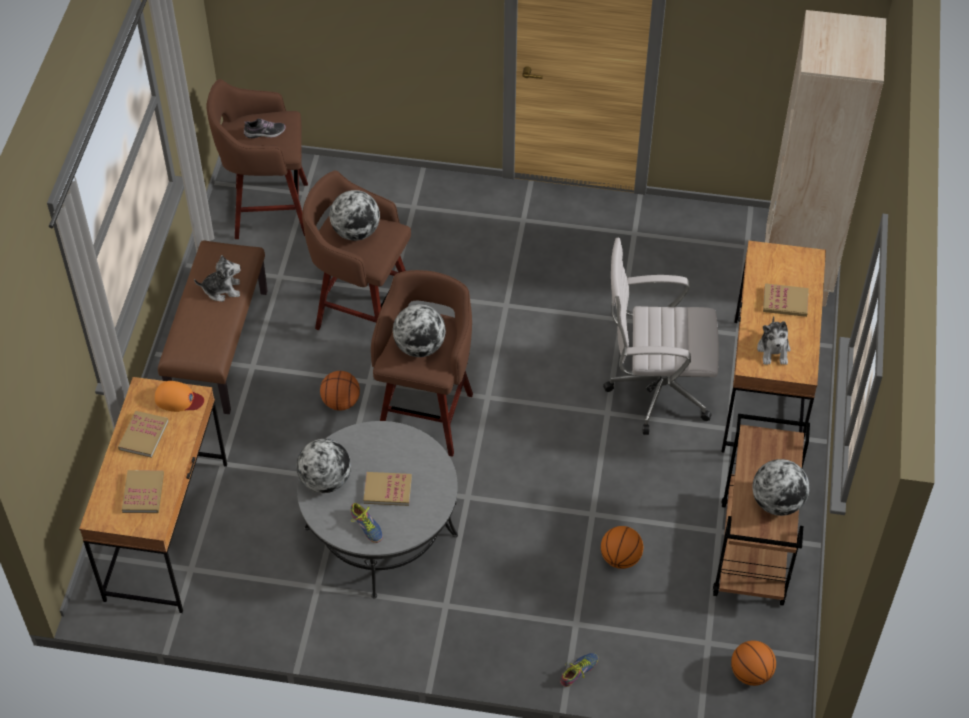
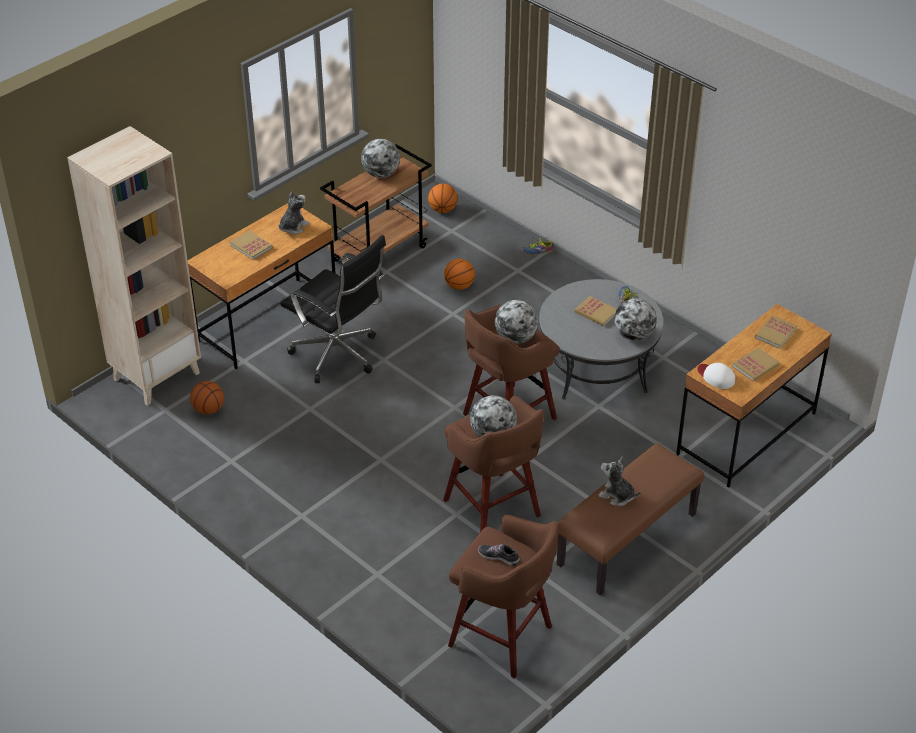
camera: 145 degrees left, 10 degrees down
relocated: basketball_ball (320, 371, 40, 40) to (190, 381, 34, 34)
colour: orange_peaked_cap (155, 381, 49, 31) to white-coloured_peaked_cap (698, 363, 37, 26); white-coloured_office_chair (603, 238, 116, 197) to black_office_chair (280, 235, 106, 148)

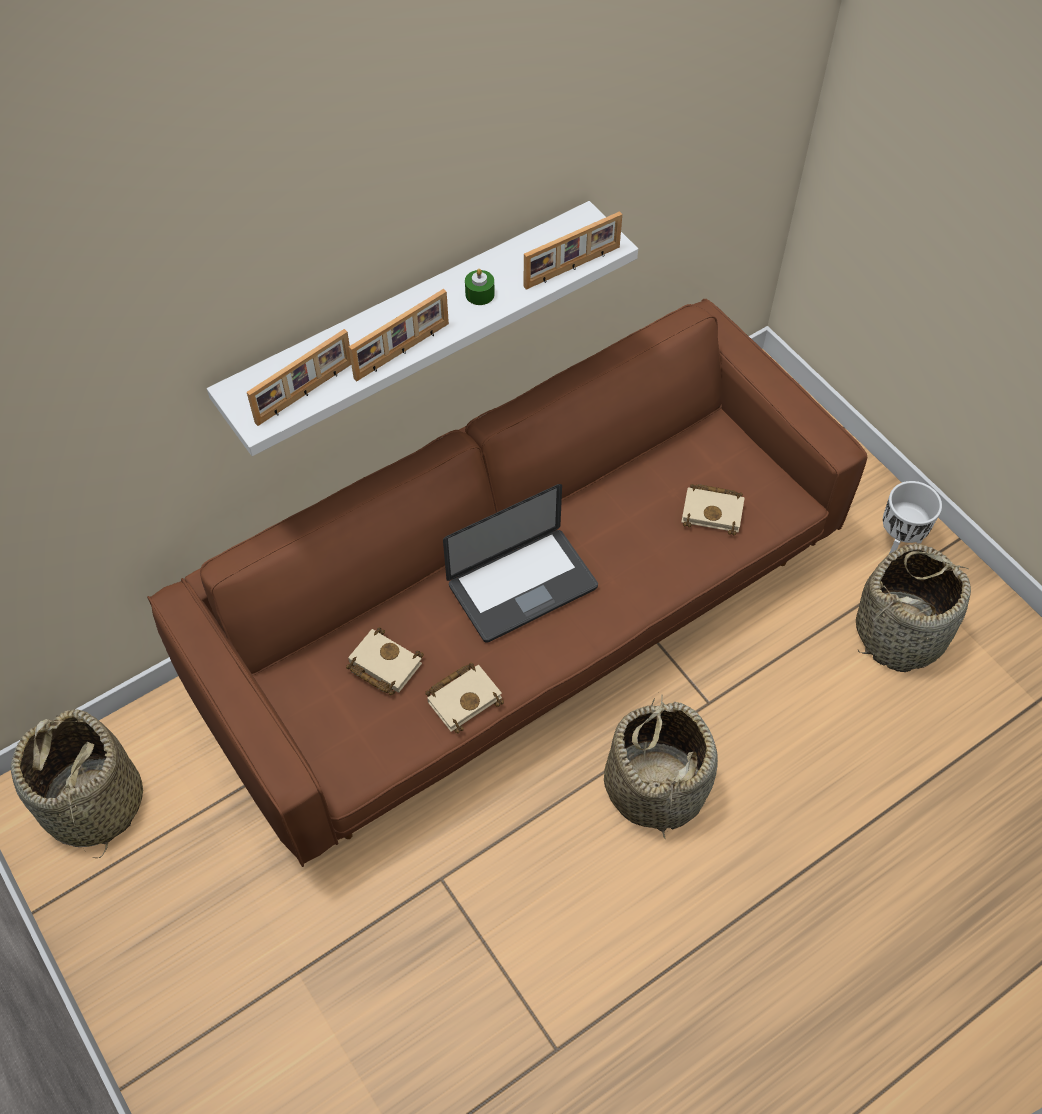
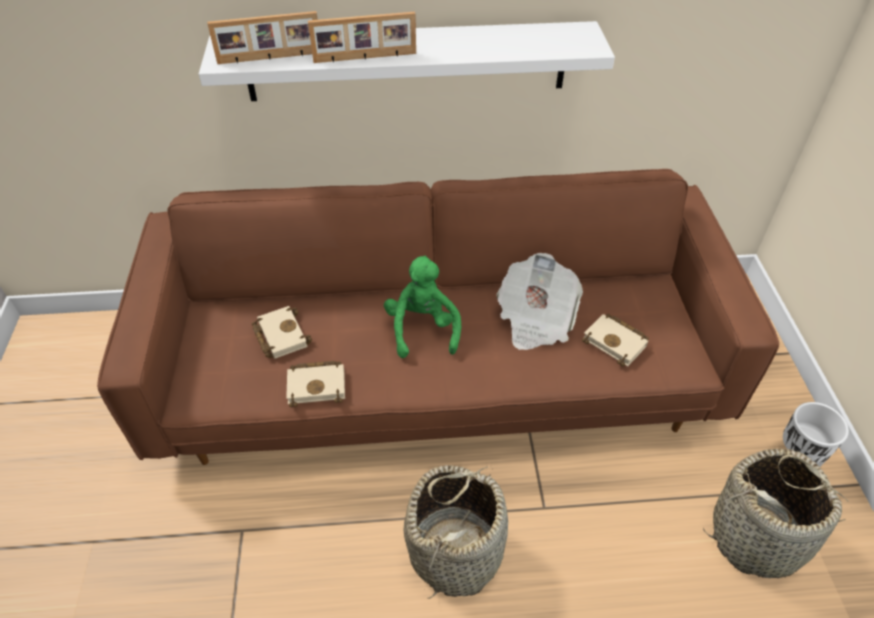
camera: 30 degrees right, 10 degrees down
missing: storage_basket (11, 709, 132, 149); green_candle (465, 269, 30, 36); standing_frame (524, 211, 98, 79)
appeared: printed_paper (497, 253, 86, 97)
exchanged: portable_computer (443, 484, 155, 158) to green_soft_toy (384, 255, 77, 103)

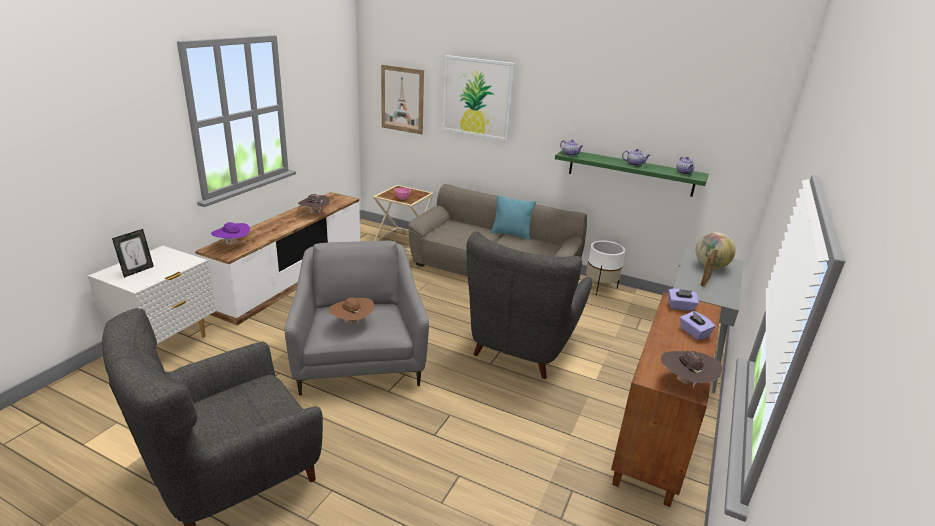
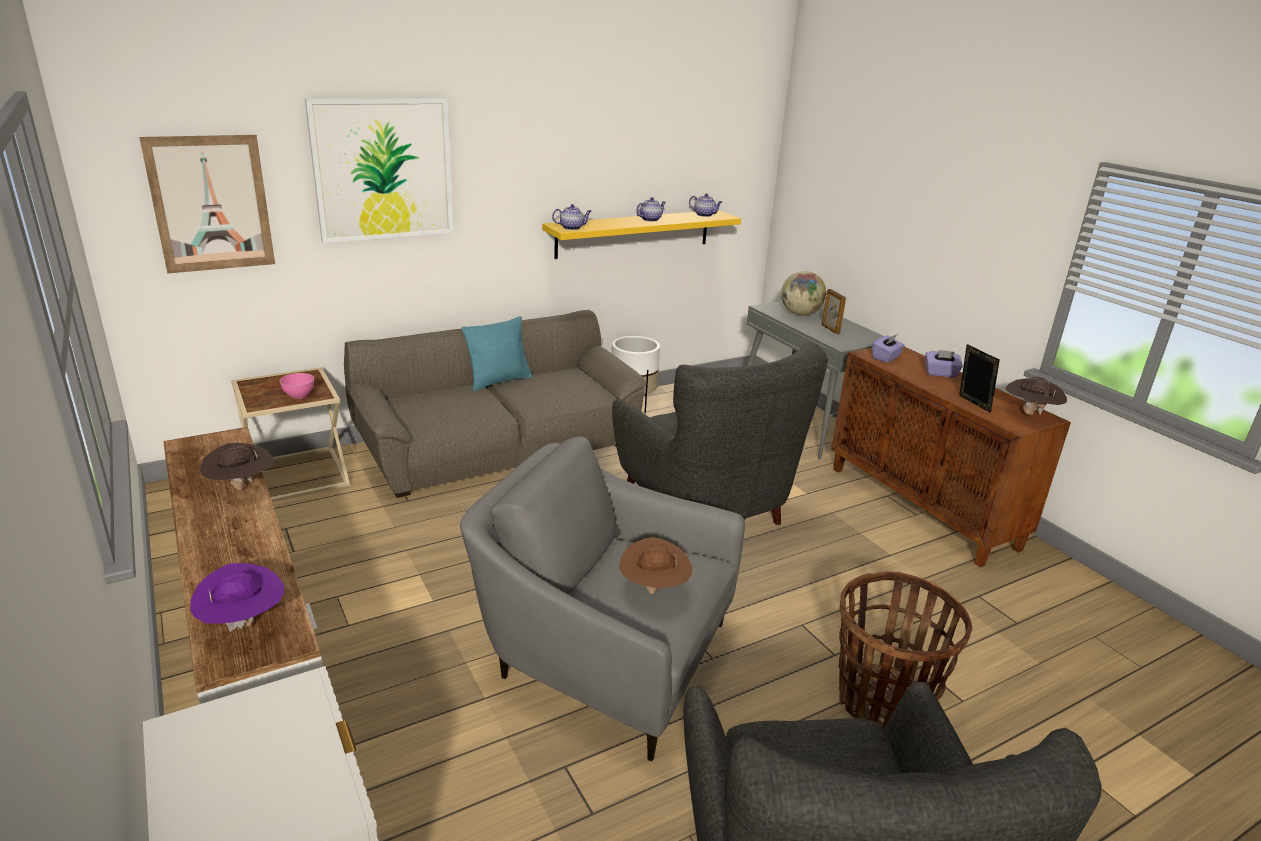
camera: 55 degrees left, 0 degrees up
appeared: storage_basket (839, 571, 133, 159)
relocated: standing_frame (112, 229, 42, 49) to (959, 344, 41, 69)
colour: green_shelf (555, 150, 154, 47) to yellowish_shelf (542, 210, 199, 49)

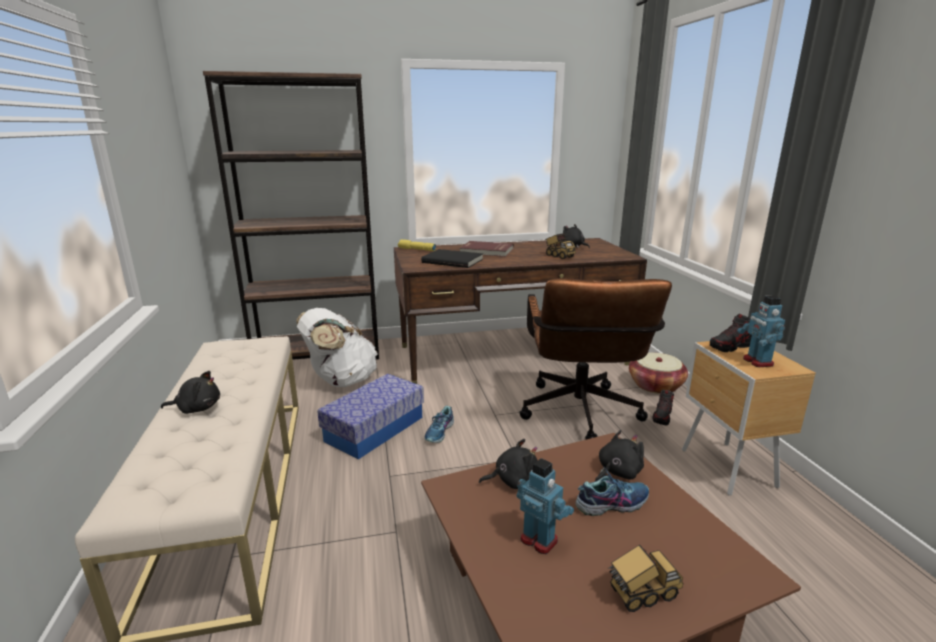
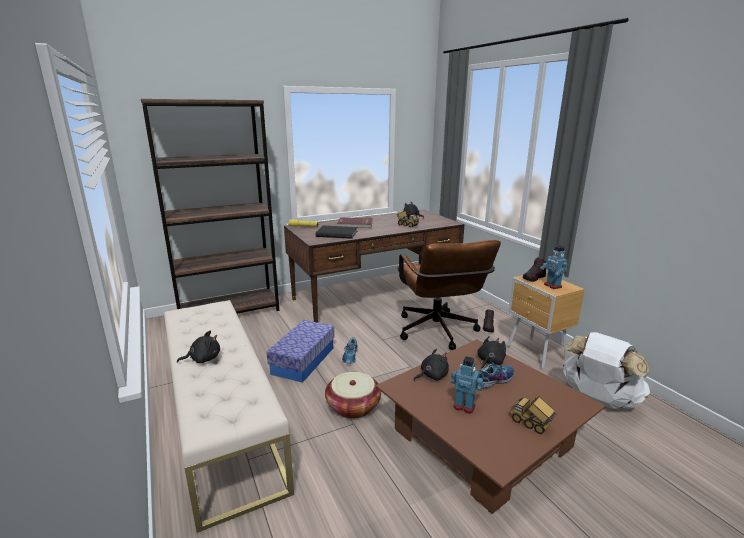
camera: 15 degrees left, 0 degrees up
relocated: white-coloured_backpack (296, 308, 82, 79) to (563, 332, 87, 77); storage_basket (629, 353, 59, 41) to (325, 372, 56, 47)
spun: toy_lorry (609, 545, 74, 67) = (510, 397, 46, 37) 105 degrees counterclockwise

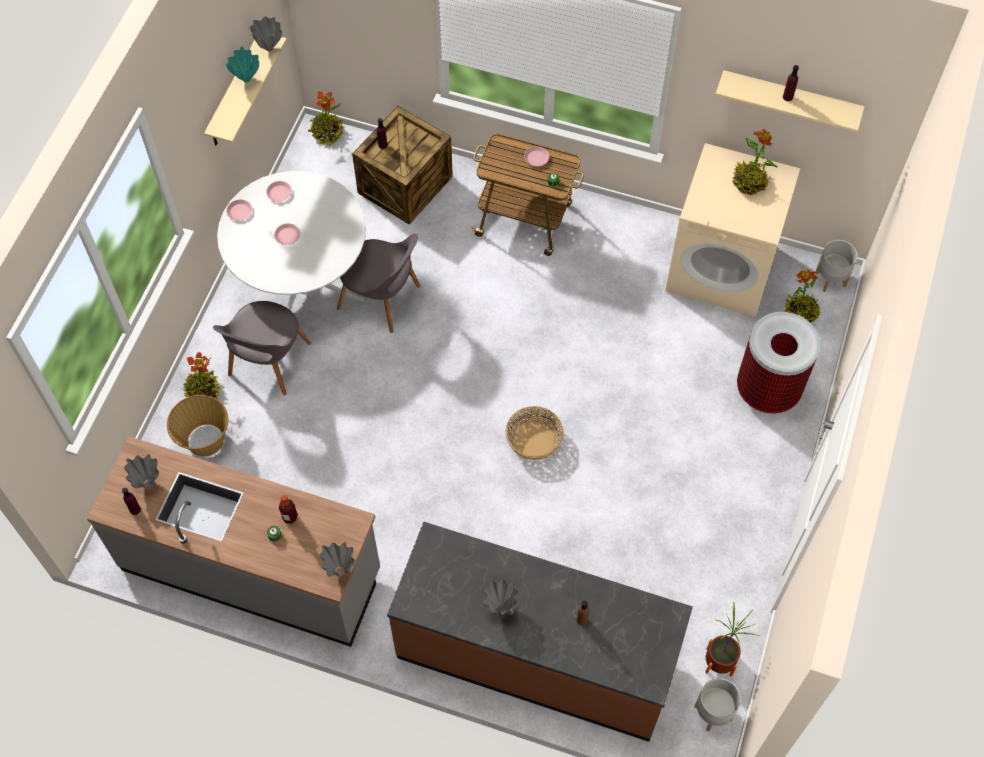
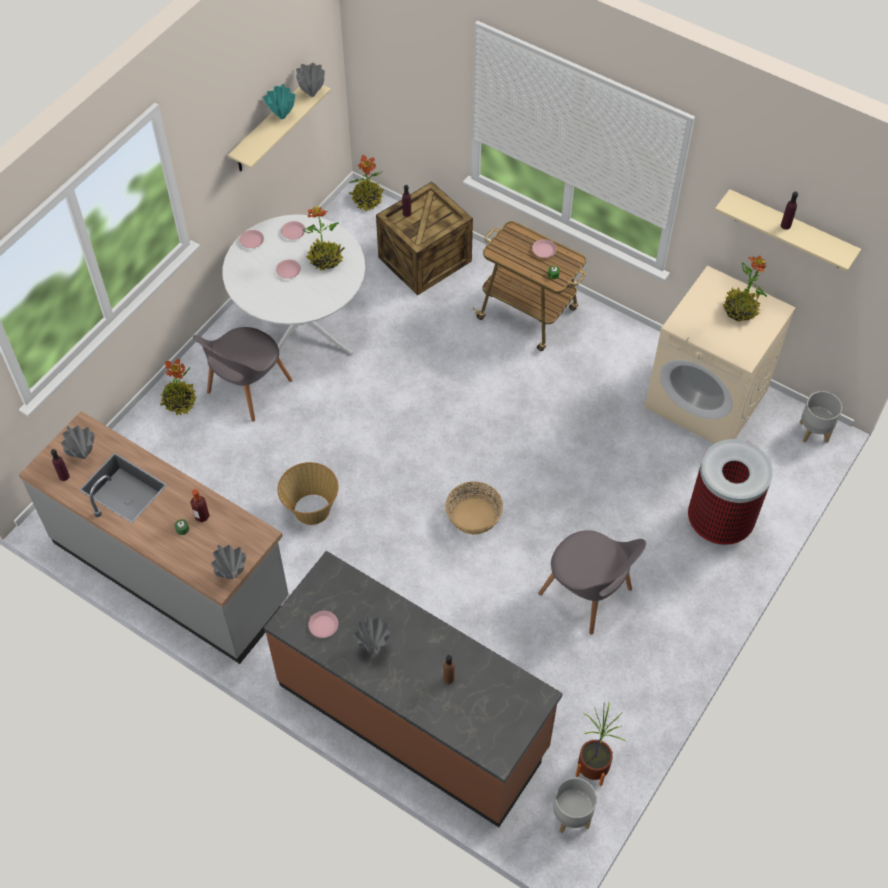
camera: 15 degrees right, 5 degrees down
appeared: pink_dinner_plate (308, 611, 30, 27)
relocated: storage_basket (167, 395, 61, 62) to (278, 462, 61, 63); greyish_chair (337, 234, 83, 99) to (538, 530, 108, 105); plant_in_a_pot (784, 269, 37, 54) to (303, 206, 42, 64)

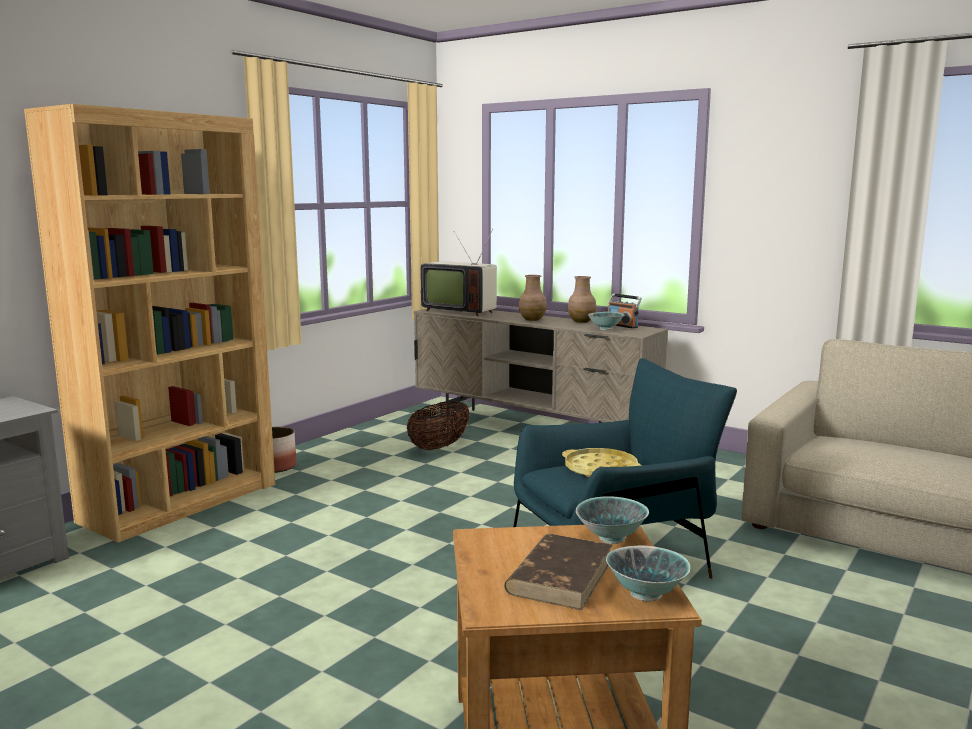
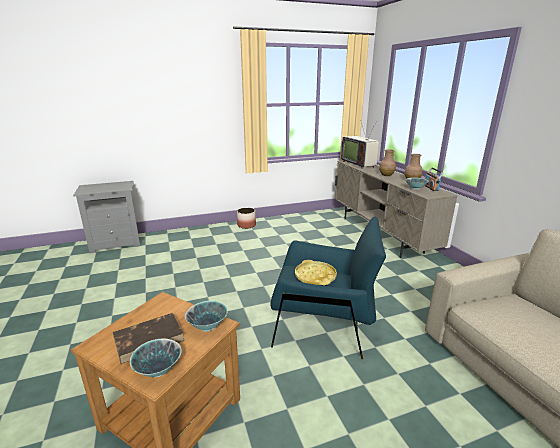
camera: 35 degrees right, 10 degrees up
missing: brown-coloured_bookshelf (24, 104, 251, 438); storage_basket (407, 401, 63, 49)

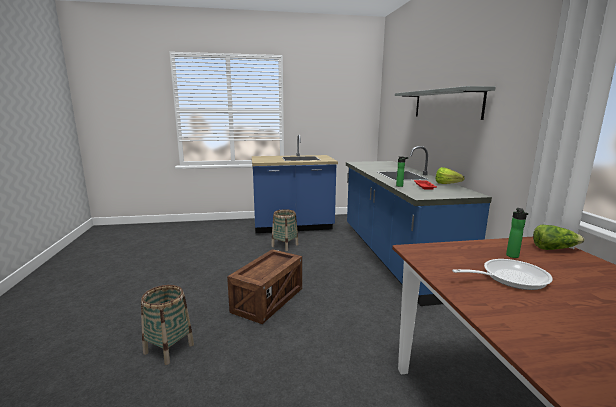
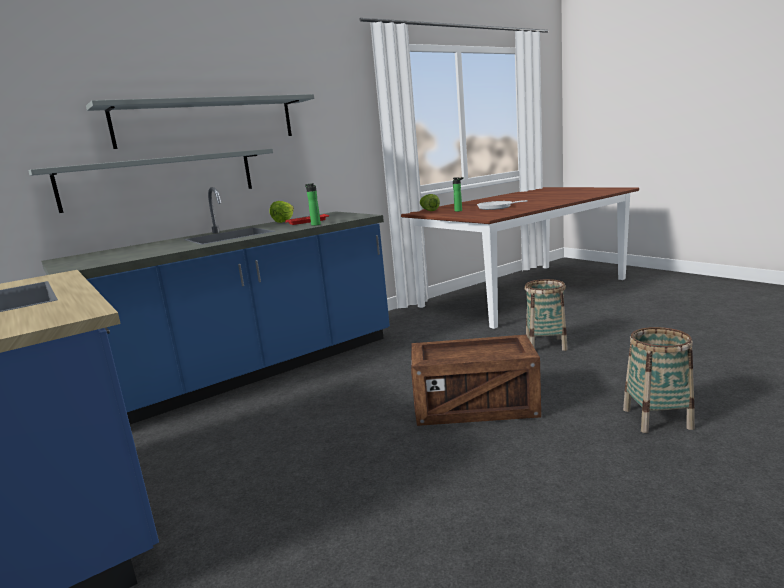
camera: 115 degrees left, 0 degrees up
appeared: greyish_shelf (29, 149, 244, 64)
relocated: storage_basket (271, 209, 27, 42) to (525, 279, 43, 72)

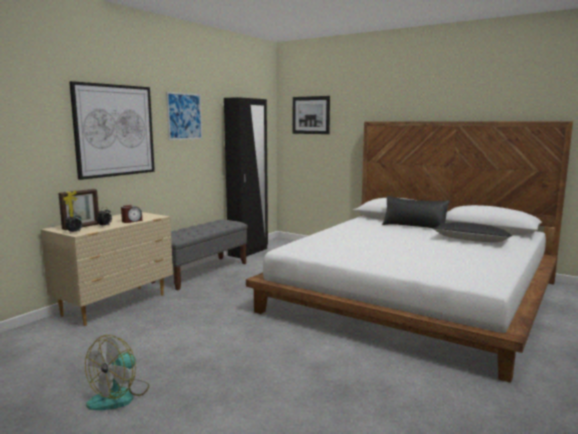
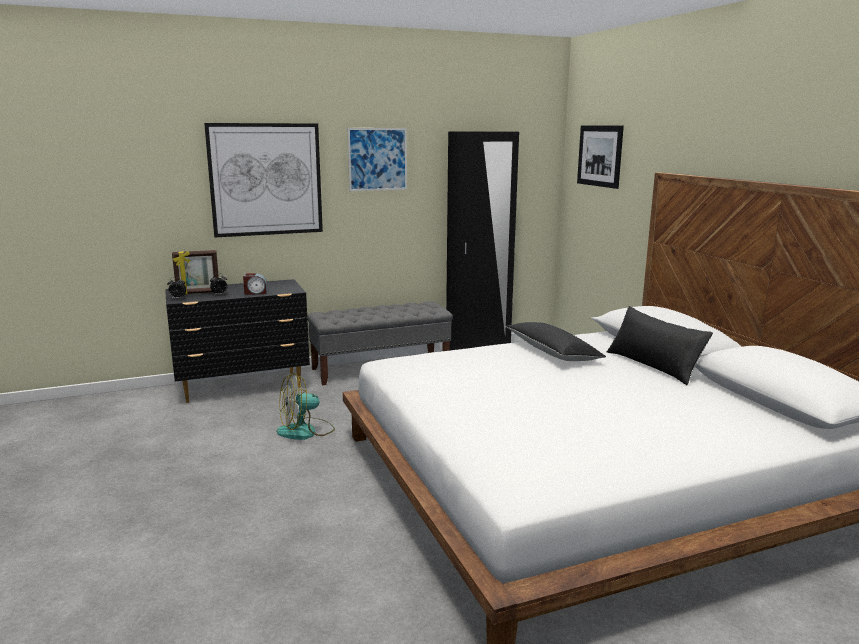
camera: 35 degrees right, 5 degrees up
relocated: fan (85, 335, 64, 75) to (277, 373, 58, 67); black_cushion (432, 222, 80, 20) to (506, 322, 100, 39)
colour: beige-coloured_chest_of_drawers (40, 212, 133, 114) to black_chest_of_drawers (165, 279, 145, 124)

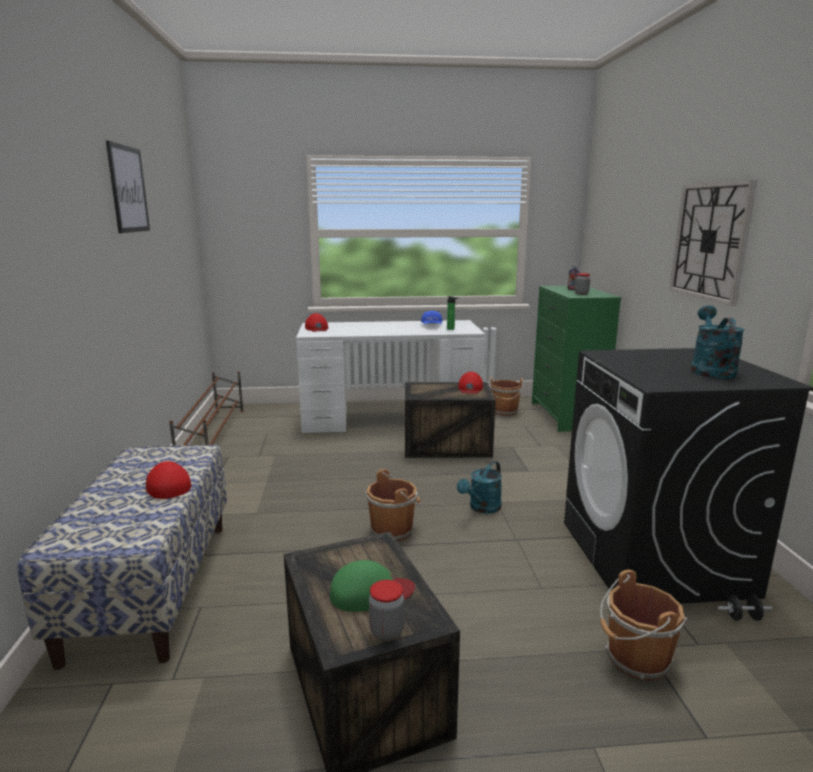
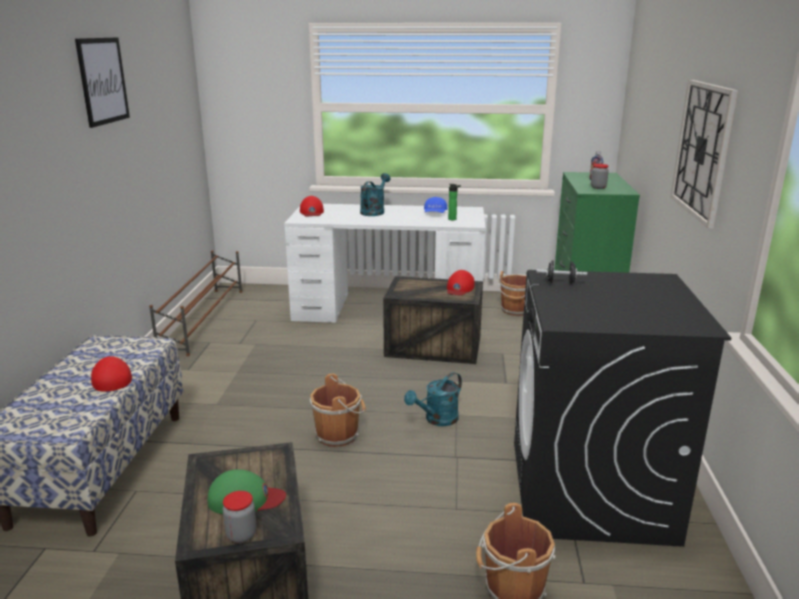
camera: 10 degrees right, 5 degrees up
relocated: turquoise-coloured_sprinkling_can (691, 306, 54, 73) to (360, 173, 31, 43); black_dumbbell (718, 595, 54, 26) to (536, 260, 51, 24)

